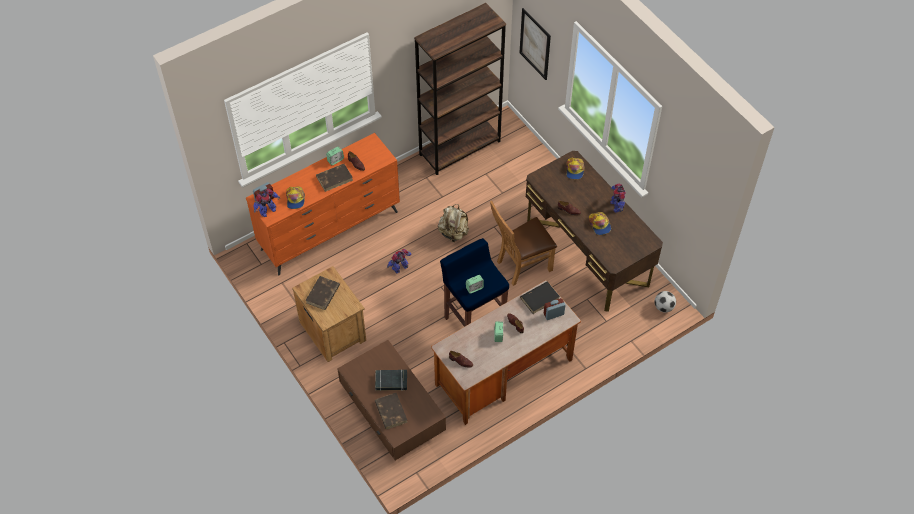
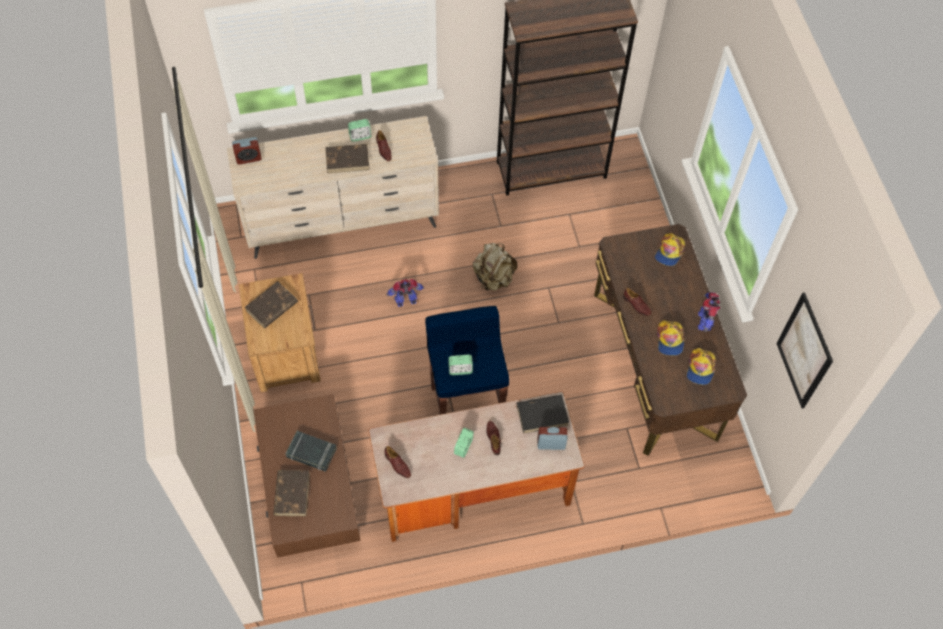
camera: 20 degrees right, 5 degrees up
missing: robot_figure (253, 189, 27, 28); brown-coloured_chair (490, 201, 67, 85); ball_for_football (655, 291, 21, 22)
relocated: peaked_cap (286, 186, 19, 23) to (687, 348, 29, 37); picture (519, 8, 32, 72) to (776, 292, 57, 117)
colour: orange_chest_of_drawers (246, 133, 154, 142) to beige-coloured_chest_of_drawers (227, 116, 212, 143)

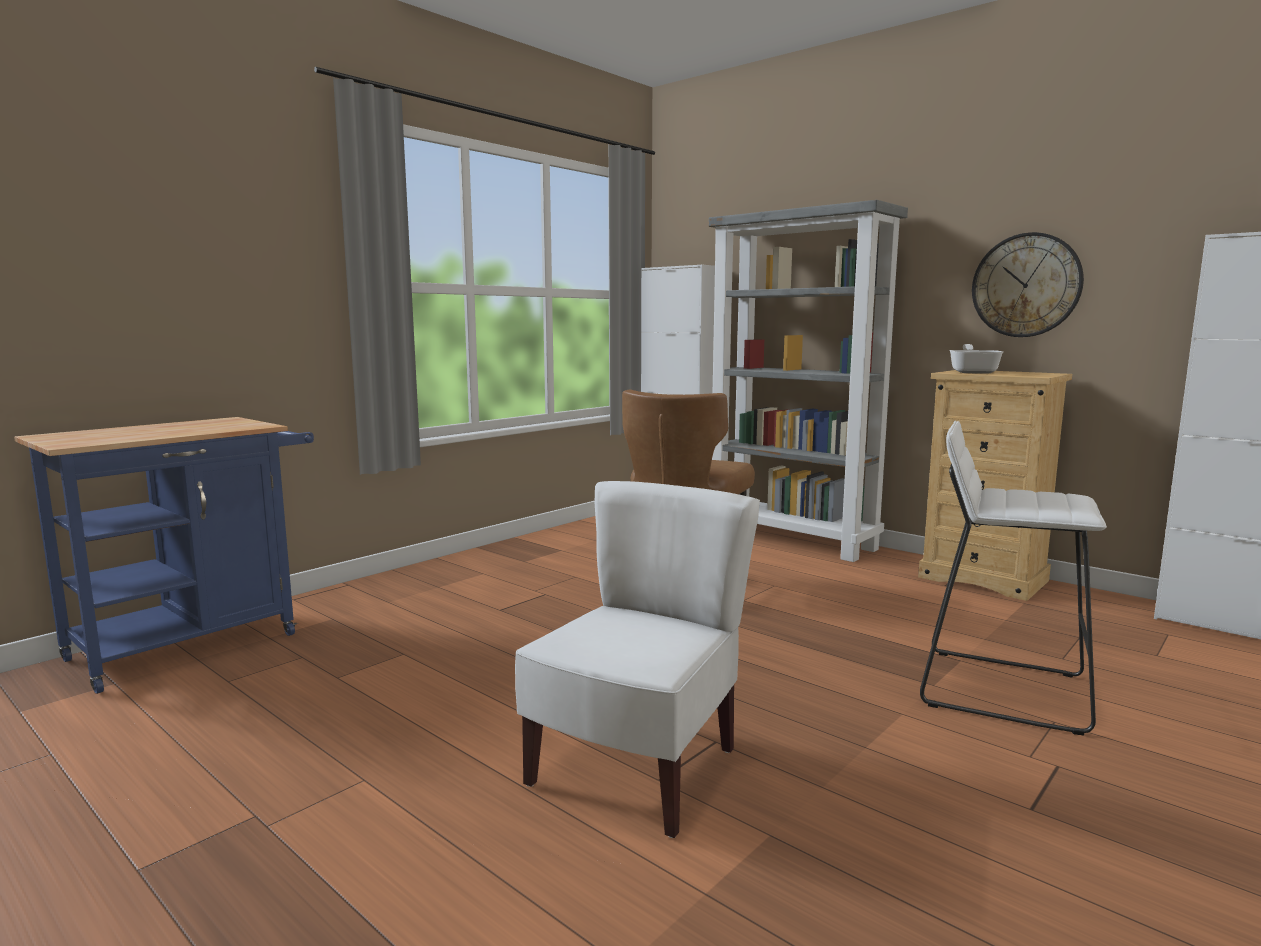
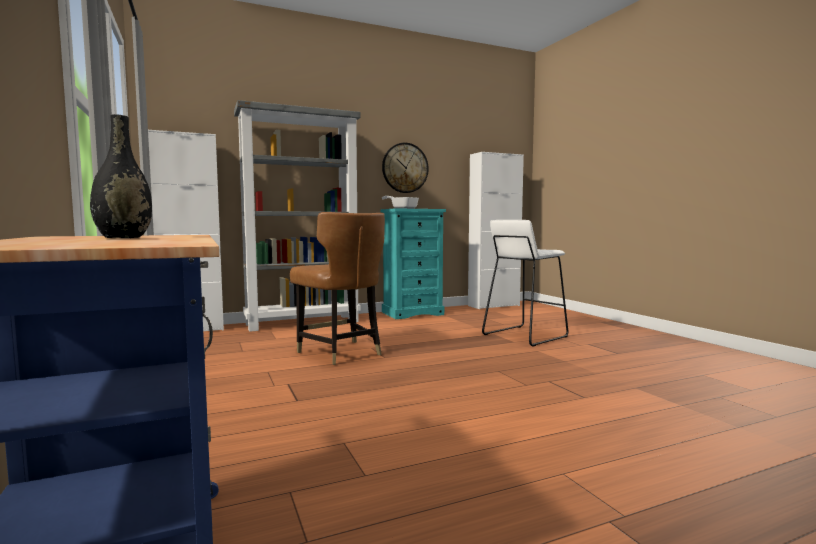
camera: 65 degrees left, 5 degrees down
missing: white-coloured_chair (515, 481, 245, 357)
appeared: black_flower_vase (90, 114, 62, 124)
colour: beige-coloured_chest_of_drawers (918, 370, 154, 231) to turquoise-coloured_chest_of_drawers (380, 208, 66, 111)

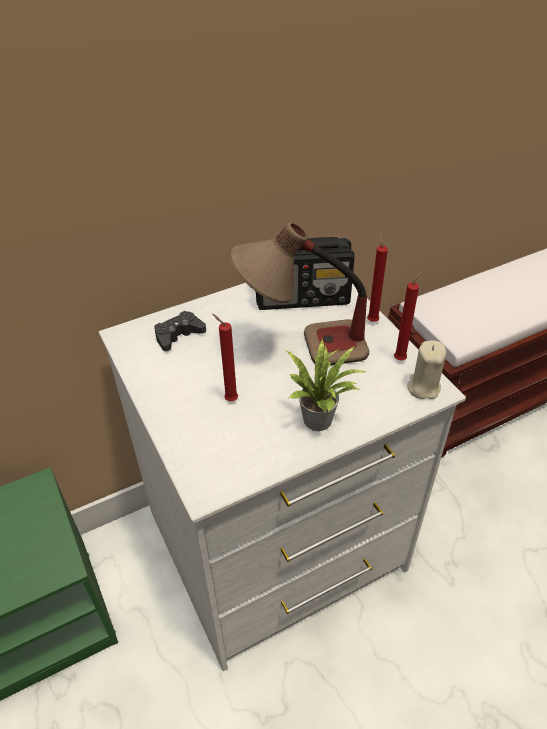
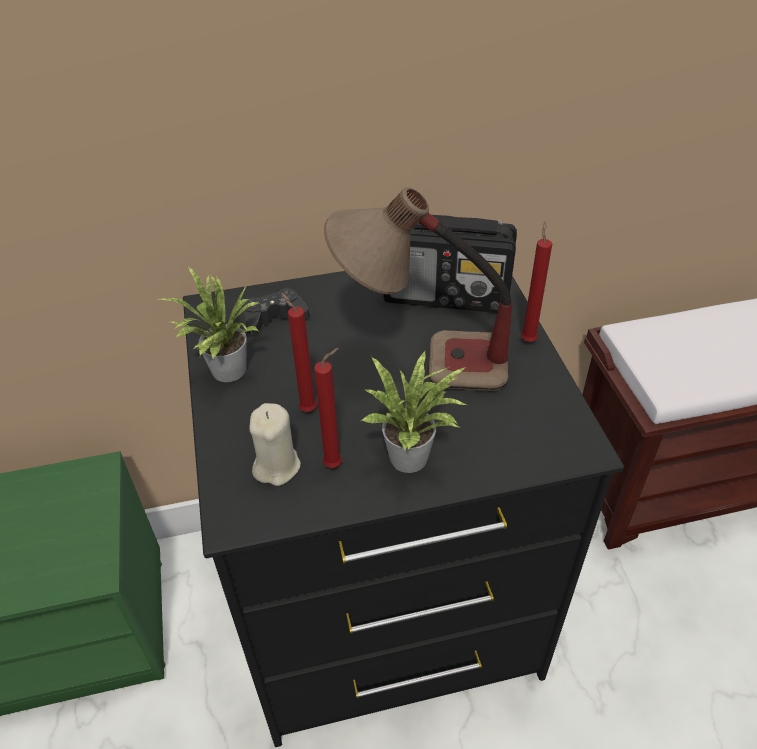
camera: 15 degrees right, 0 degrees up
appeared: plant_in_a_pot (156, 267, 105, 115)
relocated: red-coloured_candle (394, 271, 29, 89) to (314, 348, 28, 120); beige-coloured_candle (407, 340, 39, 59) to (249, 403, 52, 83)
colour: white-coloured_chest_of_drawers (99, 283, 367, 388) to black_chest_of_drawers (183, 271, 441, 476)

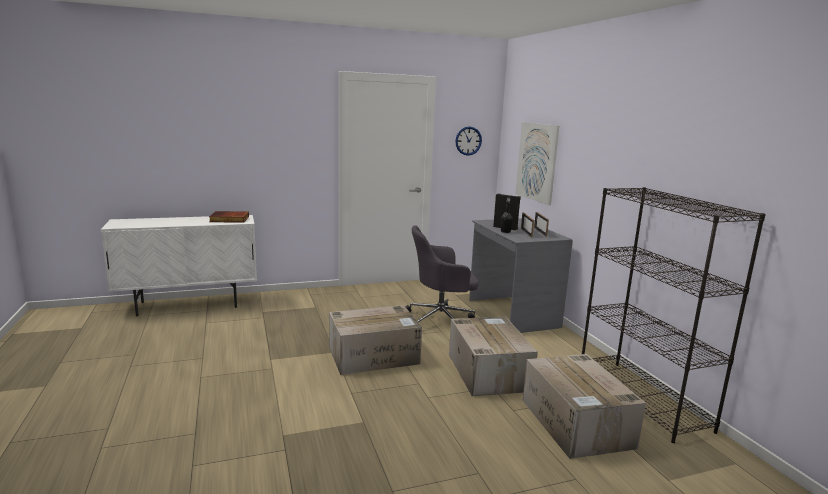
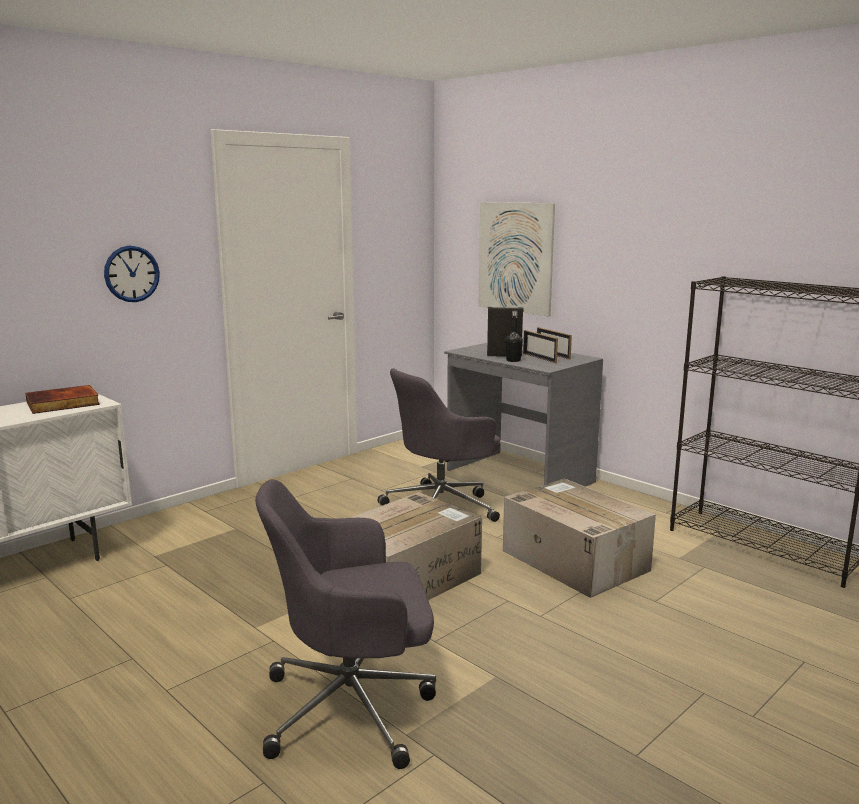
camera: 25 degrees left, 0 degrees up
missing: packing_box (522, 354, 124, 105)
appeared: greyish_office_chair (255, 479, 181, 290)
relocated: wall_clock (455, 126, 27, 30) to (104, 246, 56, 56)

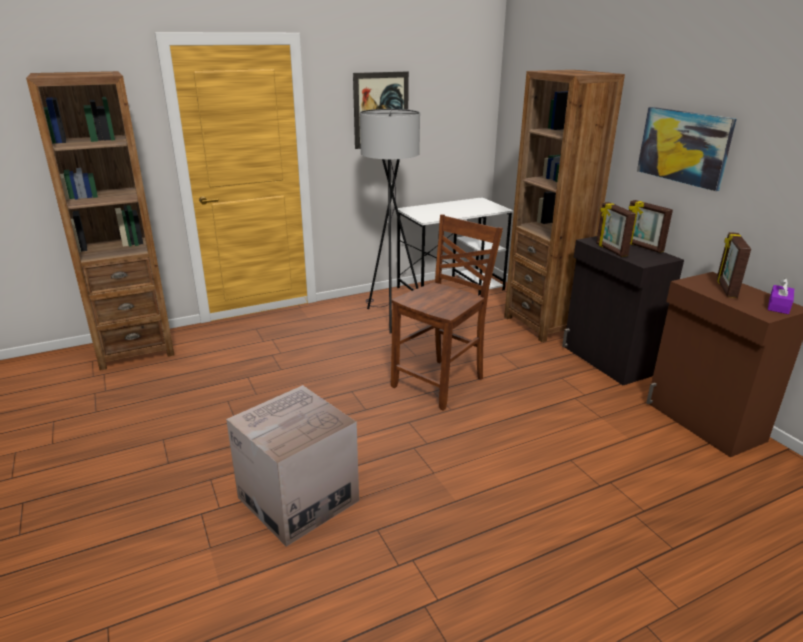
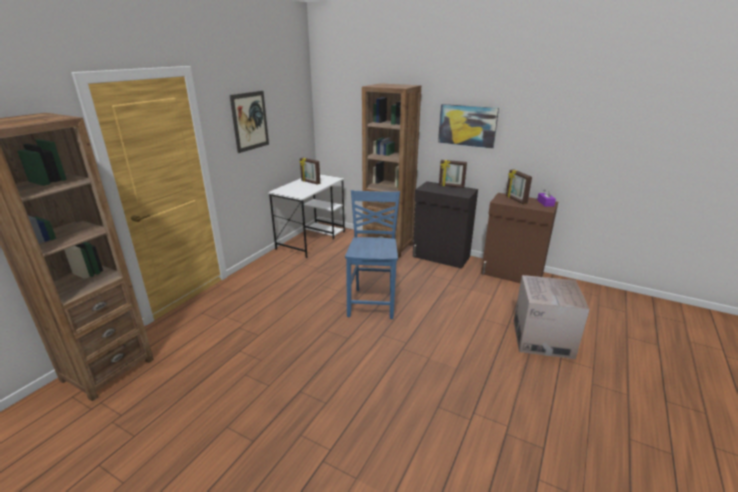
camera: 35 degrees left, 0 degrees up
missing: greyish_standard_lamp (360, 109, 60, 224)
relocated: packing_box (226, 385, 133, 162) to (513, 275, 77, 84); standing_frame (596, 202, 40, 55) to (299, 158, 21, 27)
colour: brown-coloured_chair (391, 214, 112, 197) to blue_chair (345, 190, 55, 129)

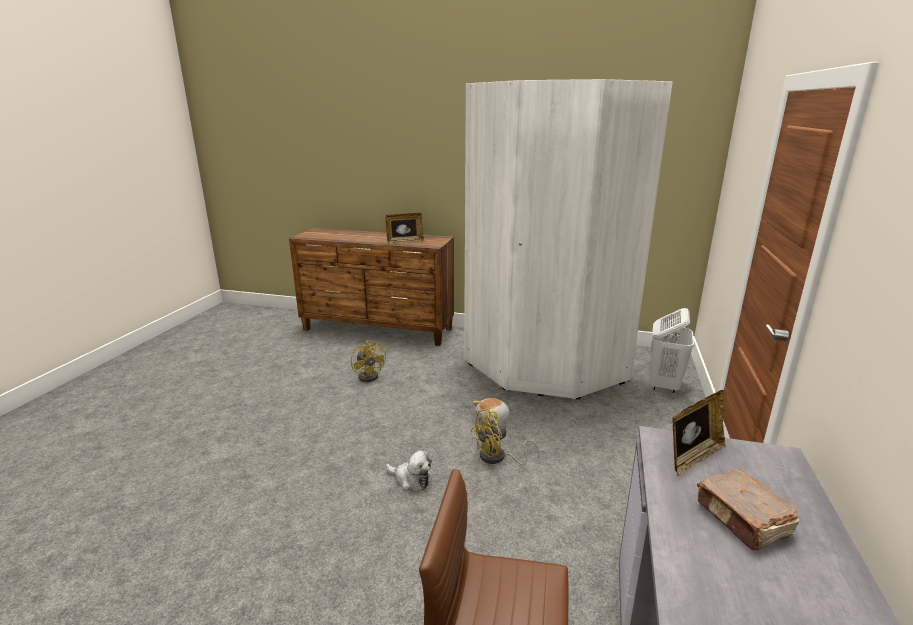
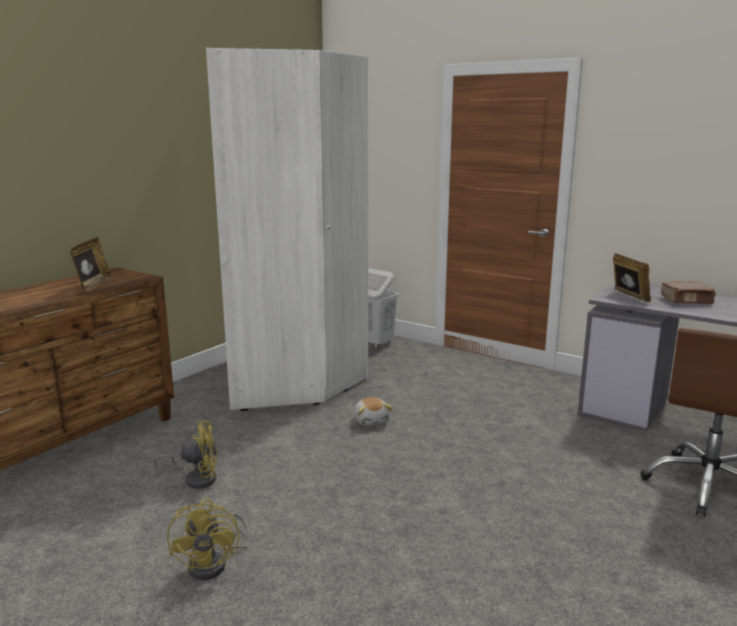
camera: 70 degrees left, 5 degrees down
missing: soft_toy (386, 450, 46, 41)
relocated: yellowish_fan (471, 409, 68, 56) to (167, 498, 82, 82)

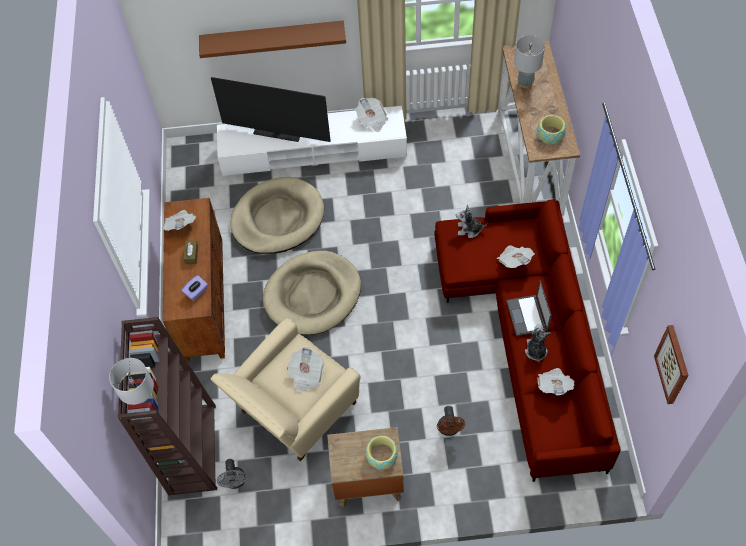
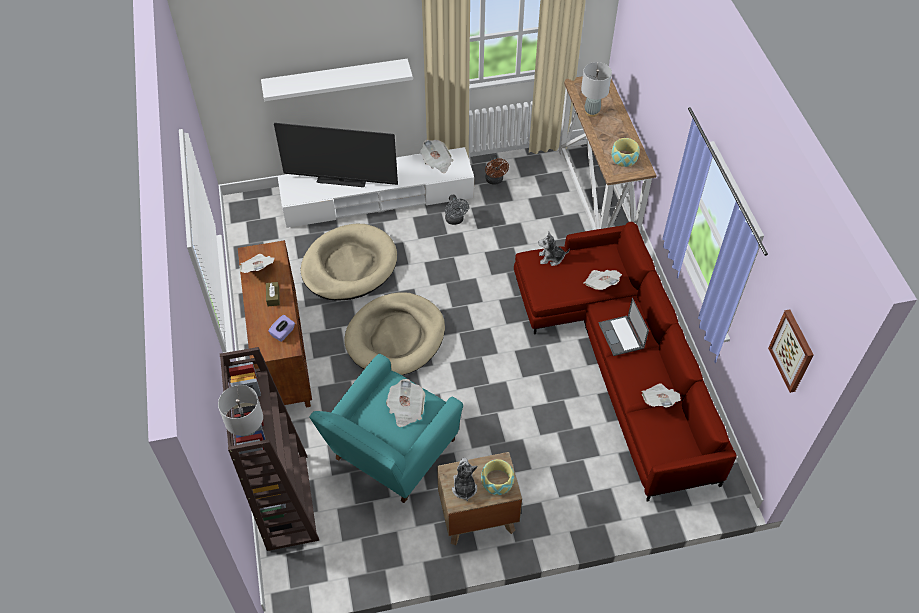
camera: 10 degrees left, 5 degrees down
relocated: greyish_fan (217, 459, 29, 30) to (445, 195, 24, 30); brown-coloured_fan (437, 406, 28, 30) to (485, 155, 24, 30); soft_toy (525, 324, 26, 38) to (452, 458, 25, 43)
colour: brown-coloured_shelf (199, 21, 147, 37) to white-coloured_shelf (261, 59, 152, 42); beige-coloured_armchair (211, 318, 150, 143) to turquoise-coloured_armchair (309, 353, 154, 150)

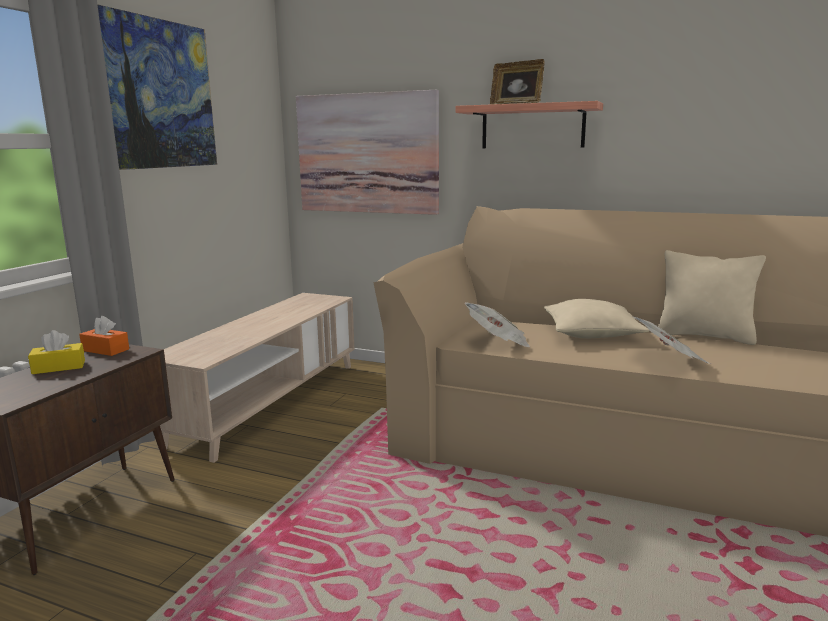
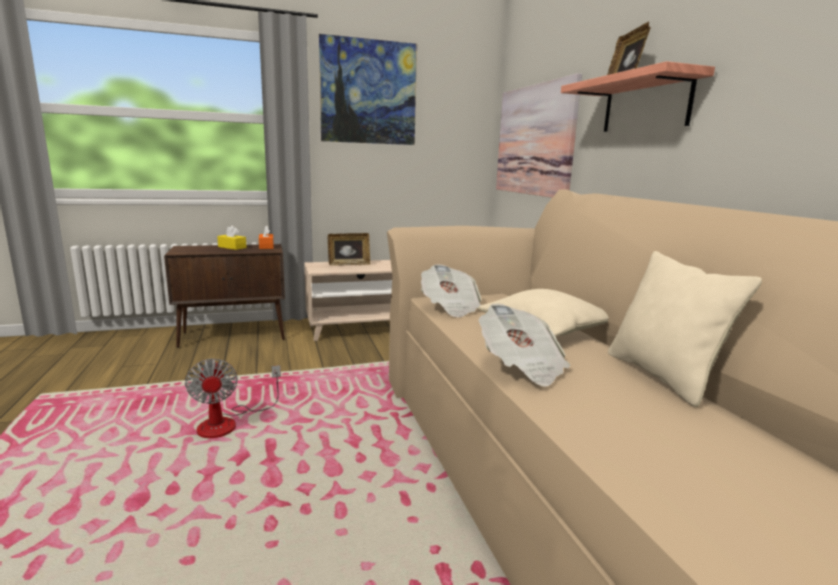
camera: 50 degrees right, 0 degrees up
appeared: fan (185, 359, 96, 79); standing_frame (328, 233, 42, 33)

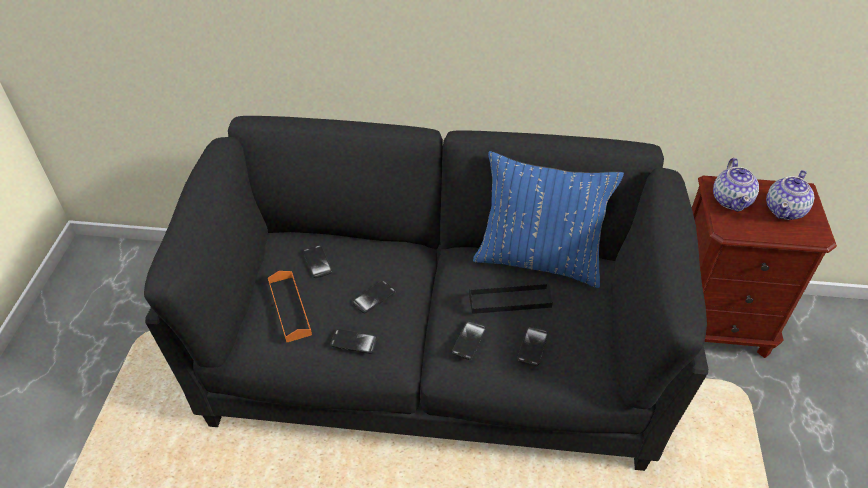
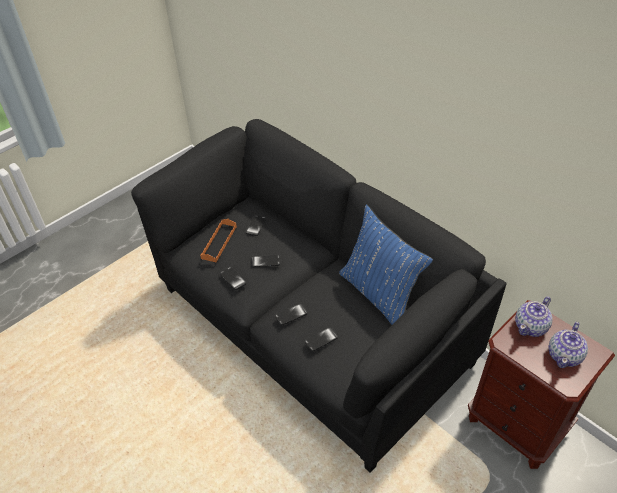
camera: 40 degrees right, 0 degrees up
missing: black_tray (469, 283, 84, 31)
spun: teapot (766, 170, 48, 50) = (548, 322, 40, 46) 45 degrees counterclockwise

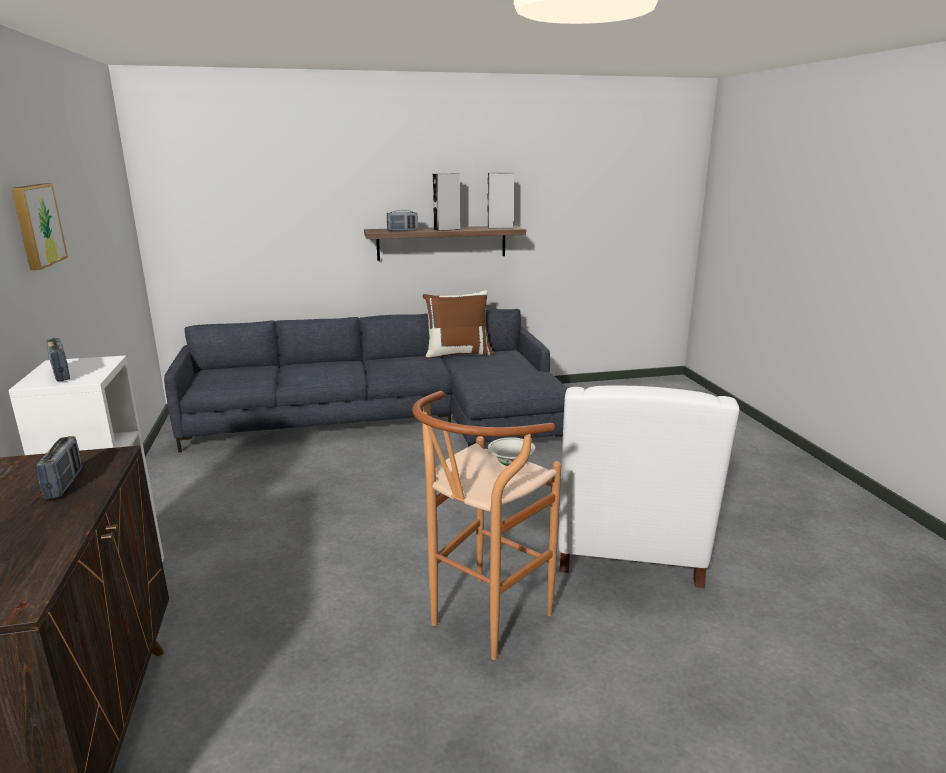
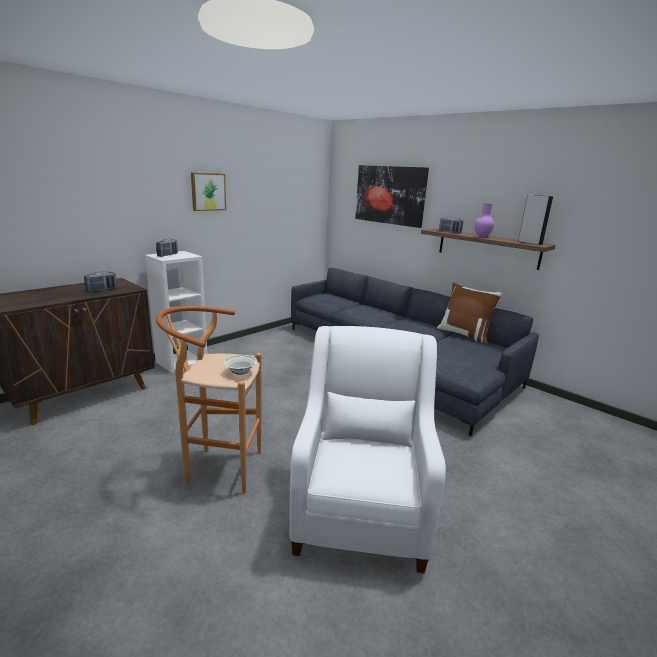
camera: 55 degrees right, 0 degrees up
appeared: picture (355, 165, 74, 63)
exchanged: greyish_loudspeaker (433, 173, 27, 58) to purplish_flower_vase (475, 203, 19, 34)
spun: white-coloured_armchair (558, 385, 181, 203) = (289, 326, 157, 247) 120 degrees clockwise

